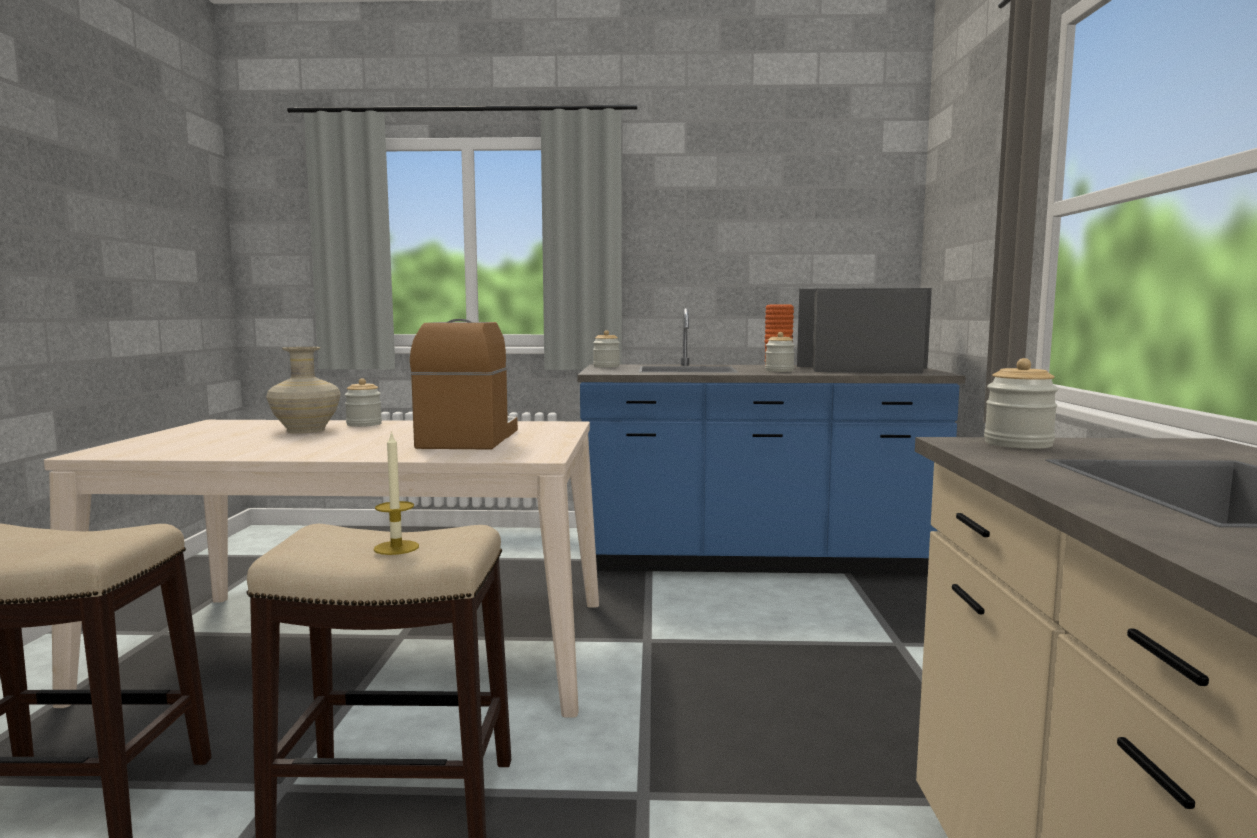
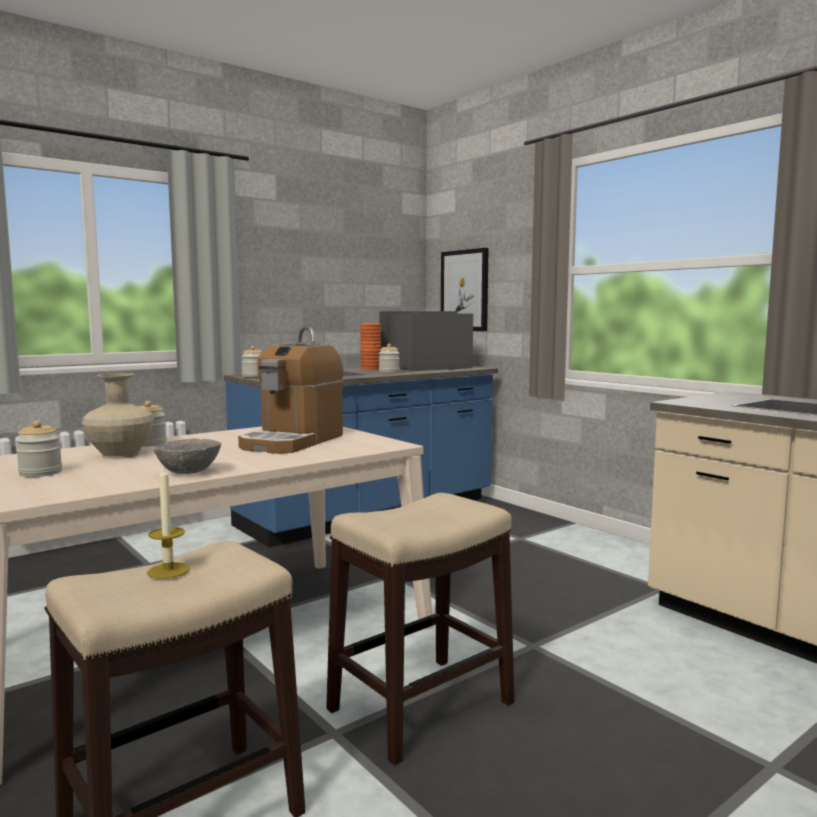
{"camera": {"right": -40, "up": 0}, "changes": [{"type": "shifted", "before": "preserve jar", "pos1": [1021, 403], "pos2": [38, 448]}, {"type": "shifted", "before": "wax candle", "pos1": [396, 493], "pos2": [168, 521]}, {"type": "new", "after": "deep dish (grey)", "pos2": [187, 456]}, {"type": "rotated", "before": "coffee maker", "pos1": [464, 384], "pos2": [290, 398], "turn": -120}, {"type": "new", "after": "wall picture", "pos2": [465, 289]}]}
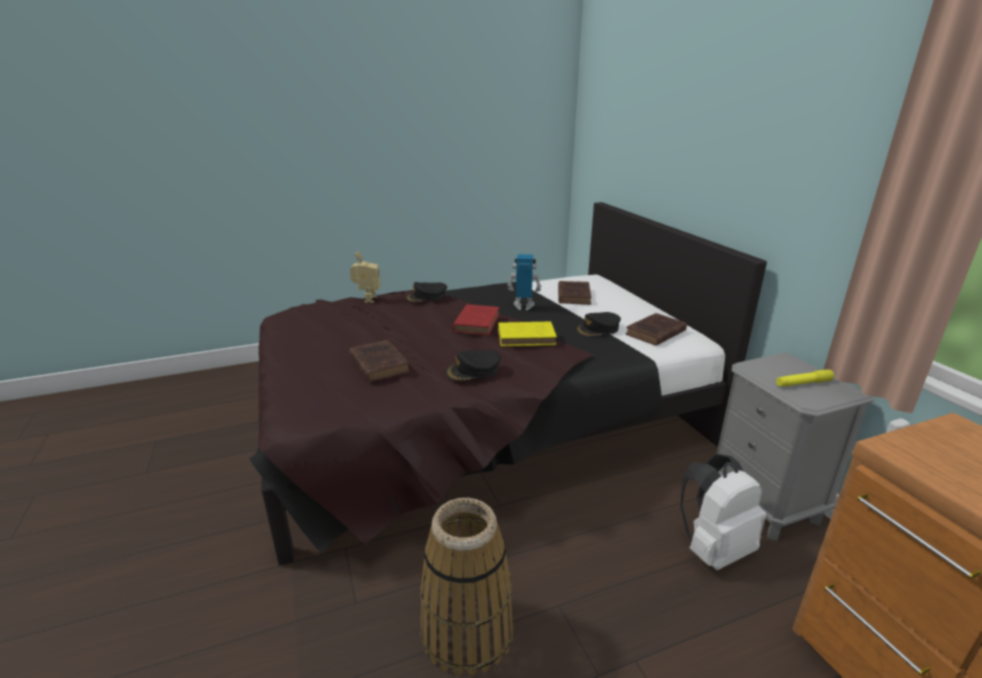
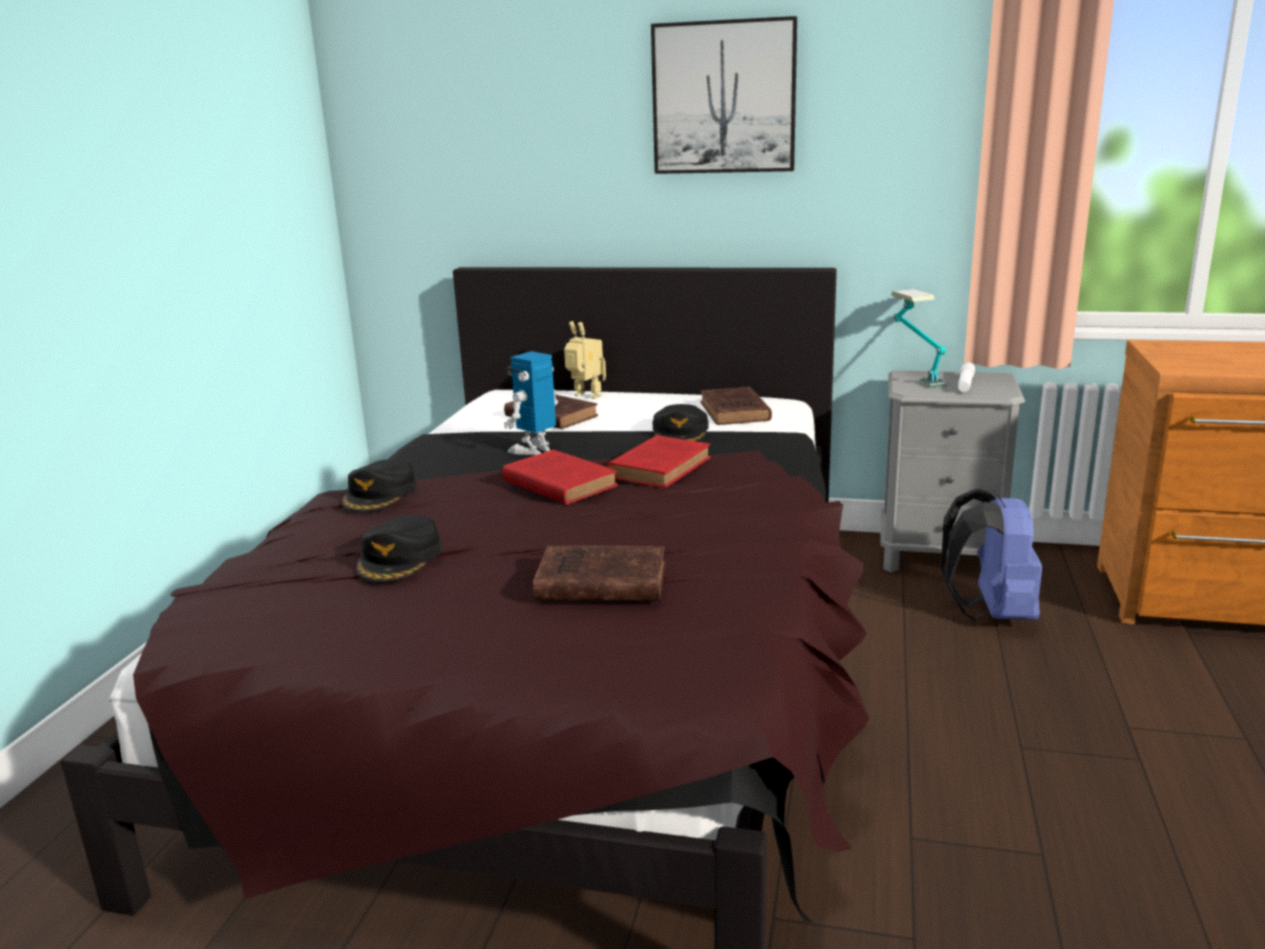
{"camera": {"right": -55, "up": -5}, "changes": [{"type": "shifted", "before": "peaked cap (black-coloured)", "pos1": [473, 365], "pos2": [399, 548]}, {"type": "shifted", "before": "toy robot", "pos1": [365, 277], "pos2": [585, 360]}, {"type": "repainted", "before": "volume (yellow)", "after": "volume (red-coloured)", "pos1": [527, 333], "pos2": [658, 461]}, {"type": "new", "after": "wall picture", "pos2": [724, 95]}, {"type": "new", "after": "lamp for a table", "pos2": [919, 338]}, {"type": "repainted", "before": "knapsack (white-coloured)", "after": "knapsack (bluish)", "pos1": [723, 512], "pos2": [991, 555]}, {"type": "repainted", "before": "hand torch (yellow)", "after": "hand torch (white-coloured)", "pos1": [805, 378], "pos2": [966, 377]}, {"type": "gone", "before": "household basket", "pos1": [467, 587]}]}
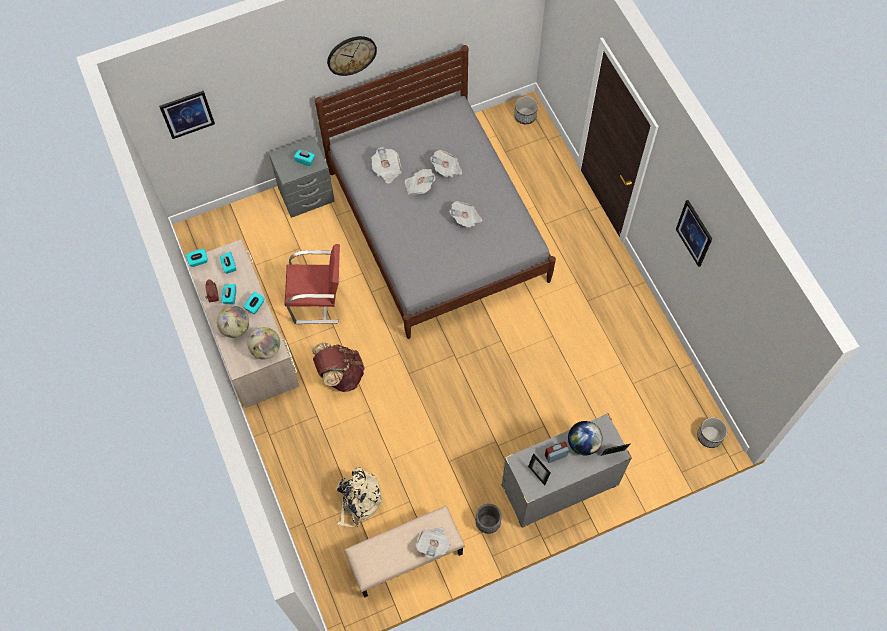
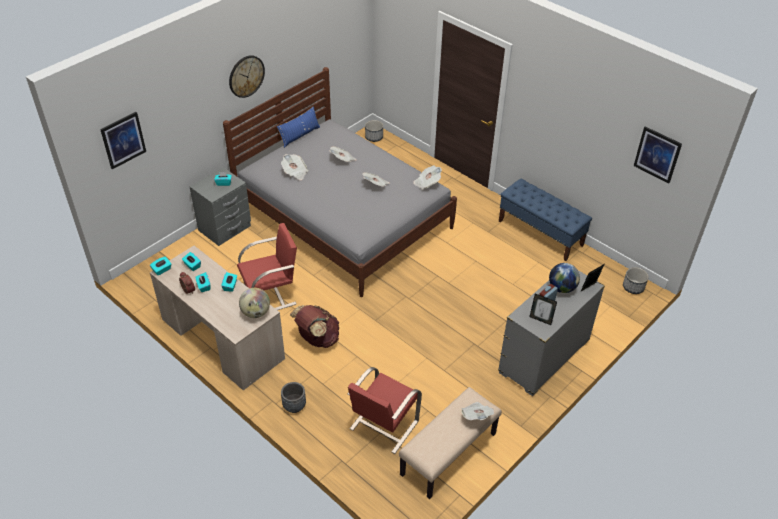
{"camera": {"right": -25, "up": -20}, "changes": [{"type": "new", "after": "cushion (bluish)", "pos2": [298, 127]}, {"type": "shifted", "before": "plant pot (grey)", "pos1": [489, 519], "pos2": [293, 397]}, {"type": "swapped", "before": "knapsack (sand-coloured)", "after": "plain chair (red-coloured)", "pos1": [360, 497], "pos2": [385, 410]}, {"type": "shifted", "before": "newspaper", "pos1": [419, 182], "pos2": [427, 177]}, {"type": "new", "after": "indoor bench (bluish)", "pos2": [545, 220]}, {"type": "shifted", "before": "wall picture", "pos1": [694, 233], "pos2": [658, 154]}, {"type": "gone", "before": "globe", "pos1": [233, 322]}]}
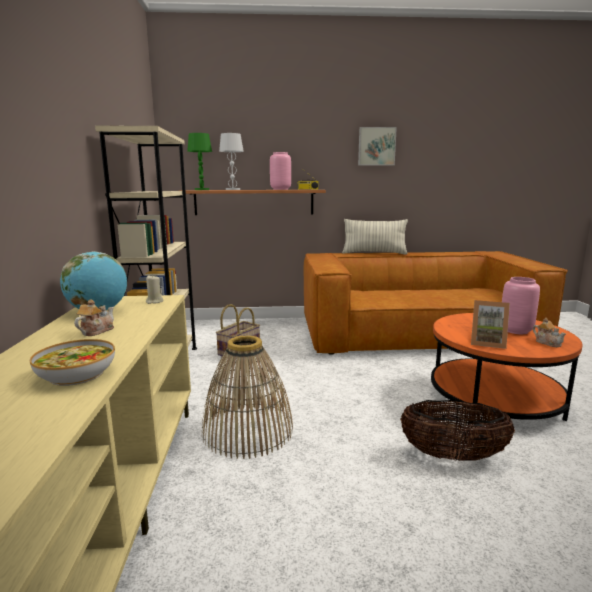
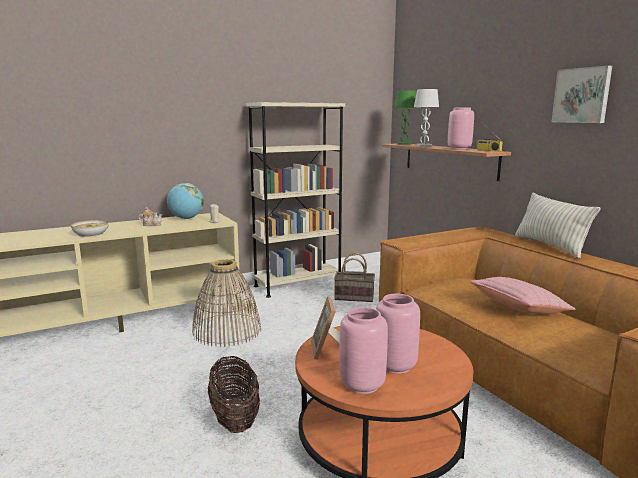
{"camera": {"right": 65, "up": 0}, "changes": [{"type": "swapped", "before": "tea pot", "after": "vase (pink-coloured)", "pos1": [549, 332], "pos2": [363, 350]}, {"type": "new", "after": "cushion (pink-coloured)", "pos2": [522, 295]}]}
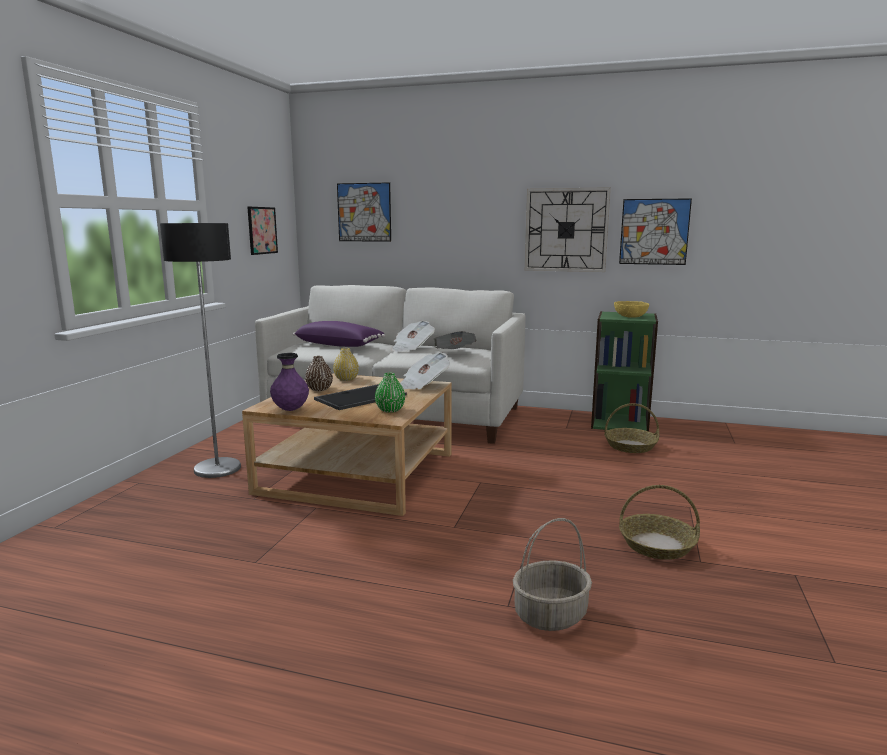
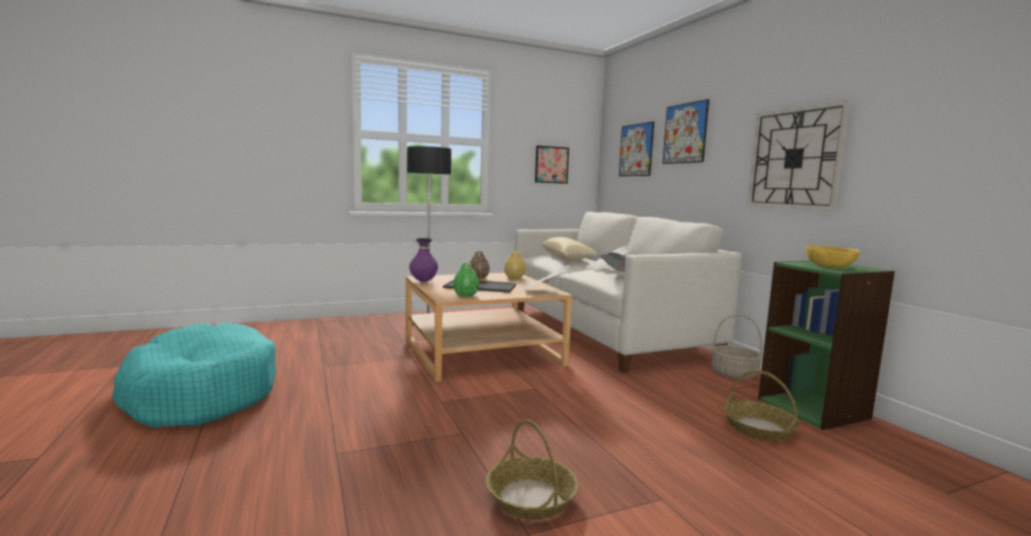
{"camera": {"right": 50, "up": -5}, "changes": [{"type": "new", "after": "pet bed (turquoise-coloured)", "pos2": [194, 375]}, {"type": "repainted", "before": "cushion (purple)", "after": "cushion (sand-coloured)", "pos1": [339, 334], "pos2": [570, 248]}, {"type": "shifted", "before": "wall picture", "pos1": [655, 231], "pos2": [686, 131]}, {"type": "shifted", "before": "household basket", "pos1": [552, 574], "pos2": [737, 346]}]}
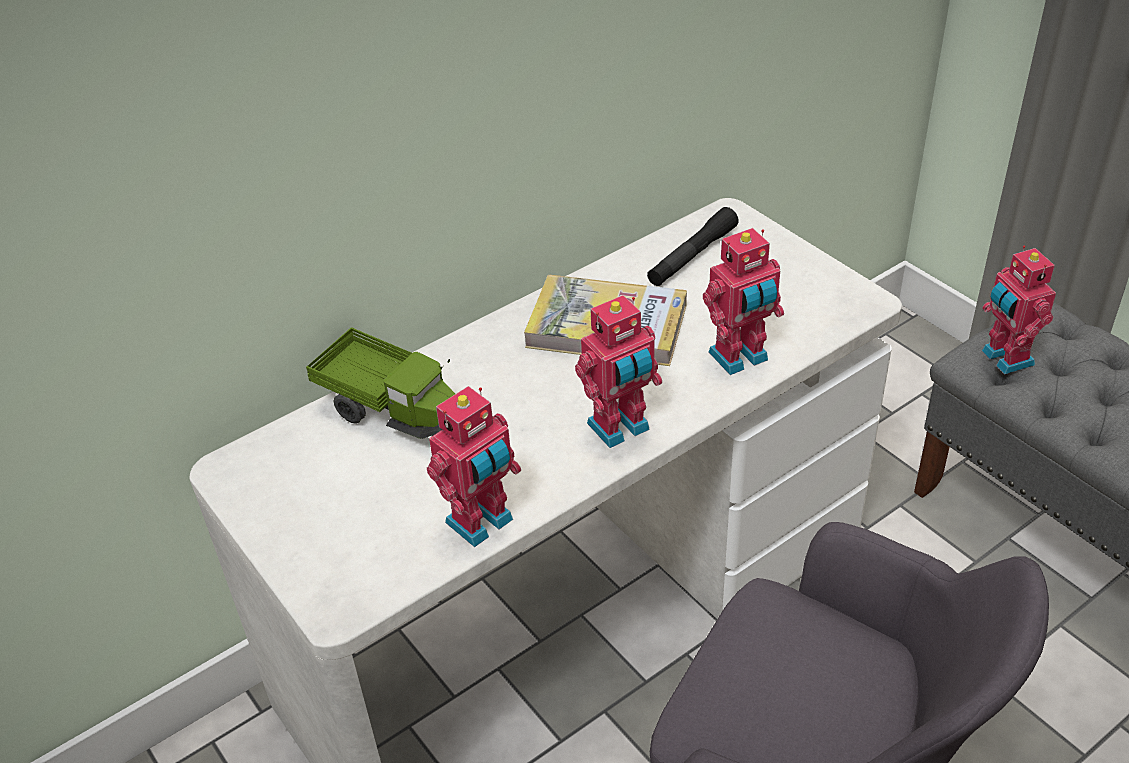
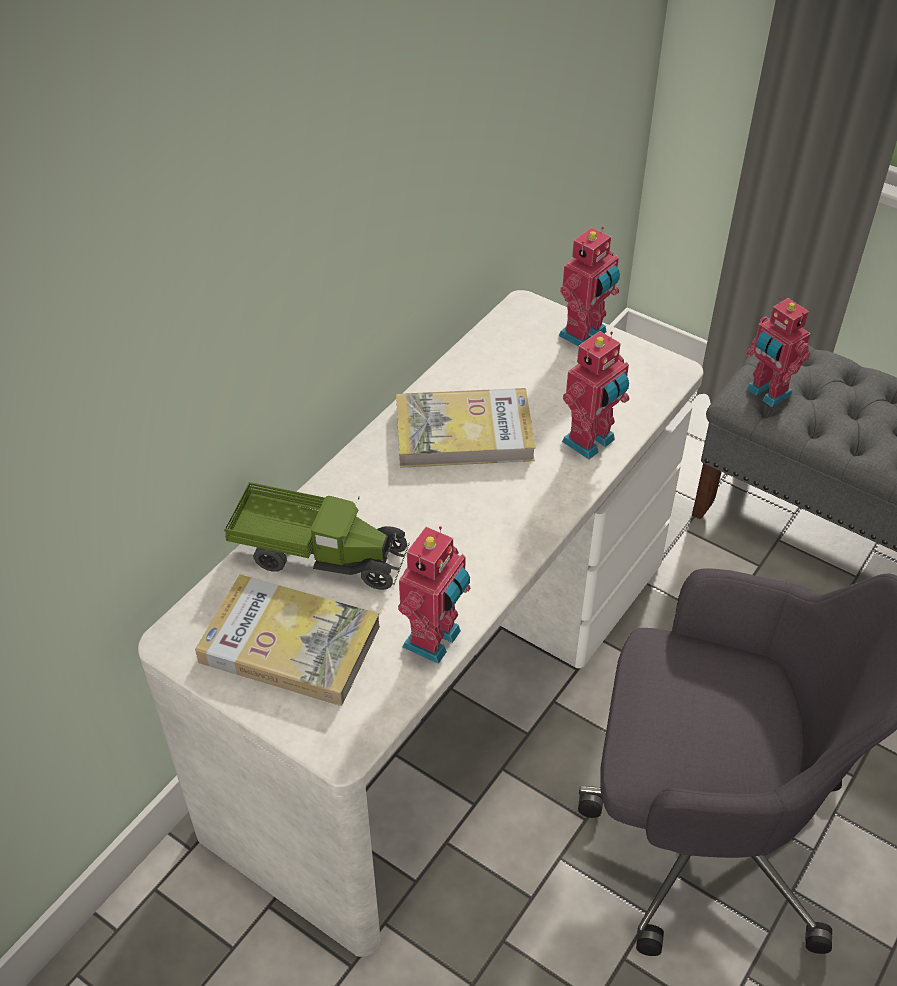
{"camera": {"right": -20, "up": 5}, "changes": [{"type": "new", "after": "volume", "pos2": [287, 640]}, {"type": "shifted", "before": "toy robot", "pos1": [618, 371], "pos2": [589, 286]}, {"type": "gone", "before": "hand torch (black-coloured)", "pos1": [693, 246]}]}
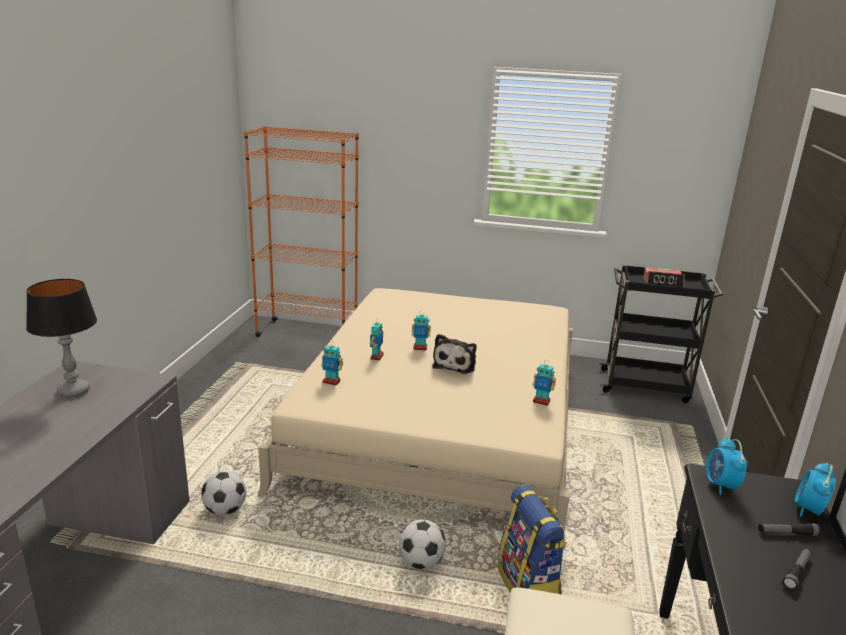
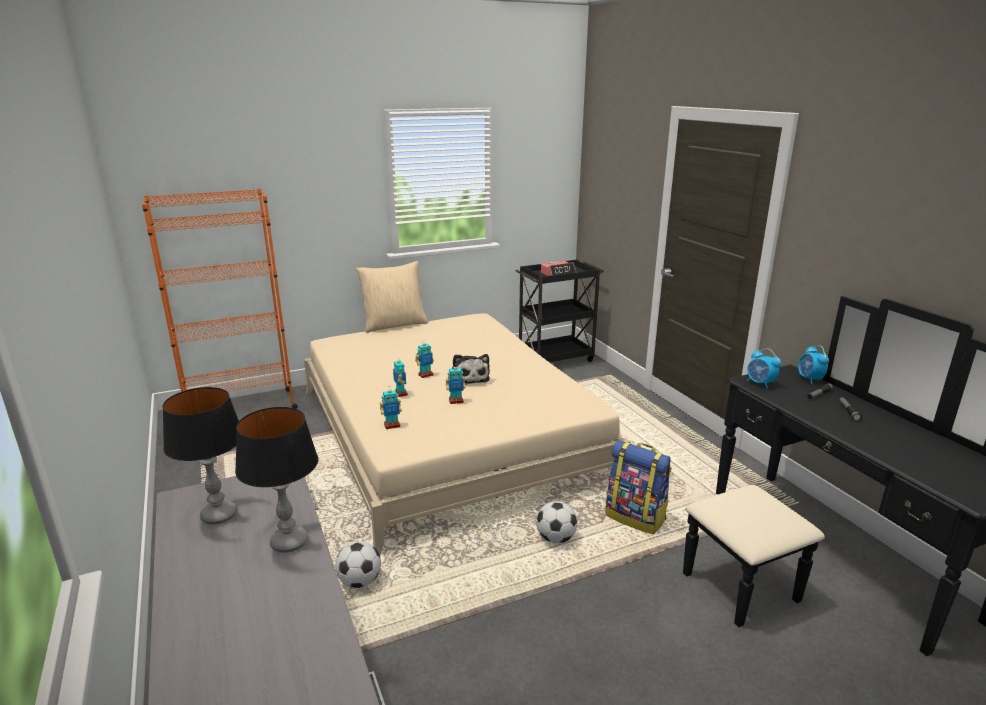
{"camera": {"right": -35, "up": 0}, "changes": [{"type": "new", "after": "lamp for a table", "pos2": [276, 480]}, {"type": "new", "after": "cushion (sand-coloured)", "pos2": [392, 297]}, {"type": "shifted", "before": "toy robot", "pos1": [544, 384], "pos2": [456, 384]}]}
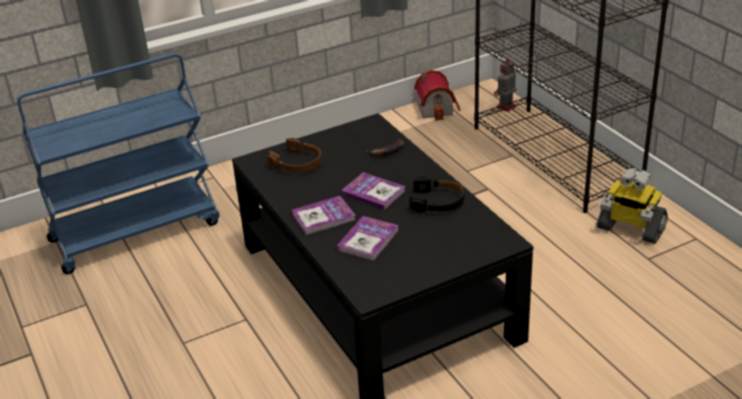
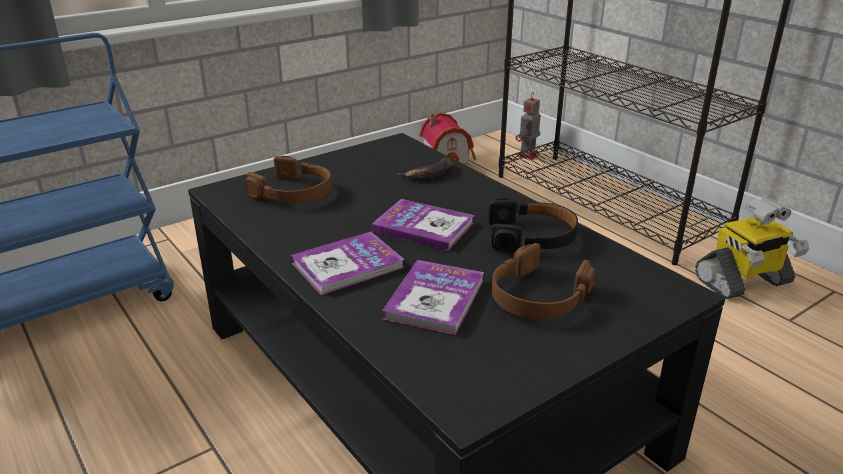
{"camera": {"right": -10, "up": -5}, "changes": [{"type": "new", "after": "headset (brownish)", "pos2": [544, 281]}, {"type": "rotated", "before": "toy robot", "pos1": [632, 206], "pos2": [752, 248], "turn": -45}]}
